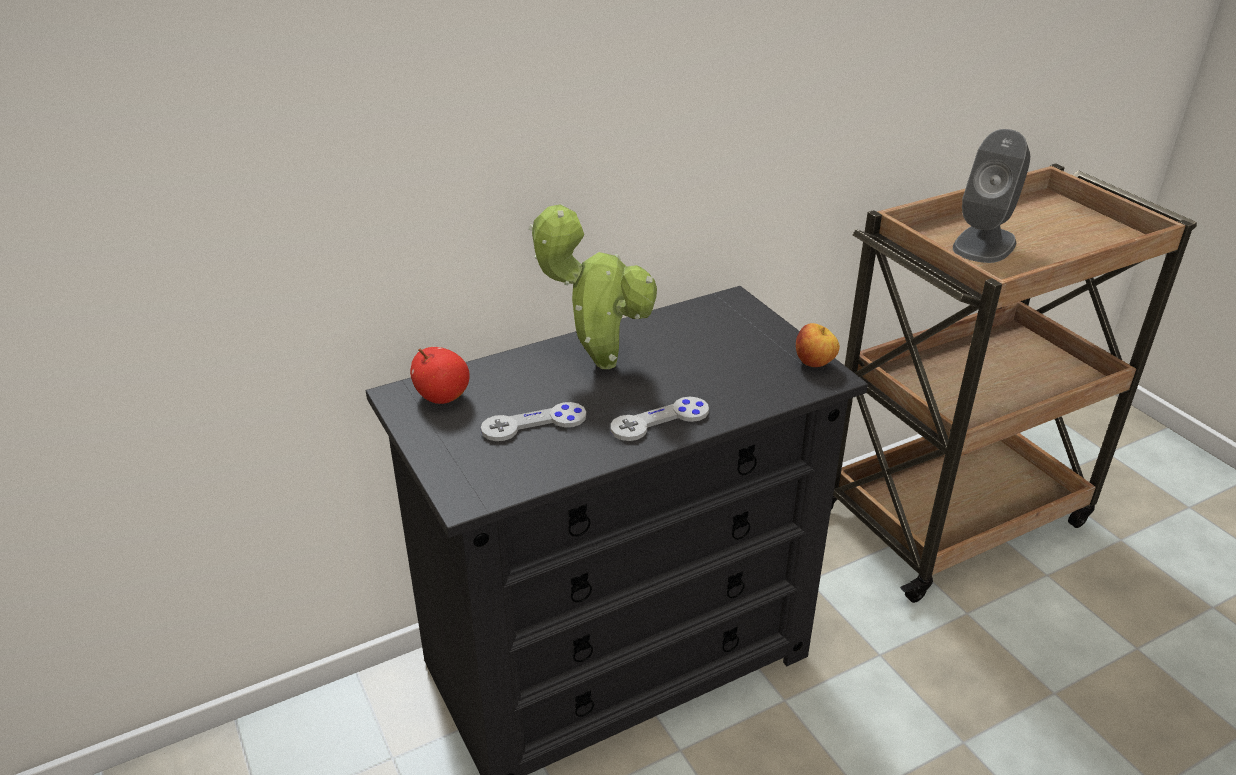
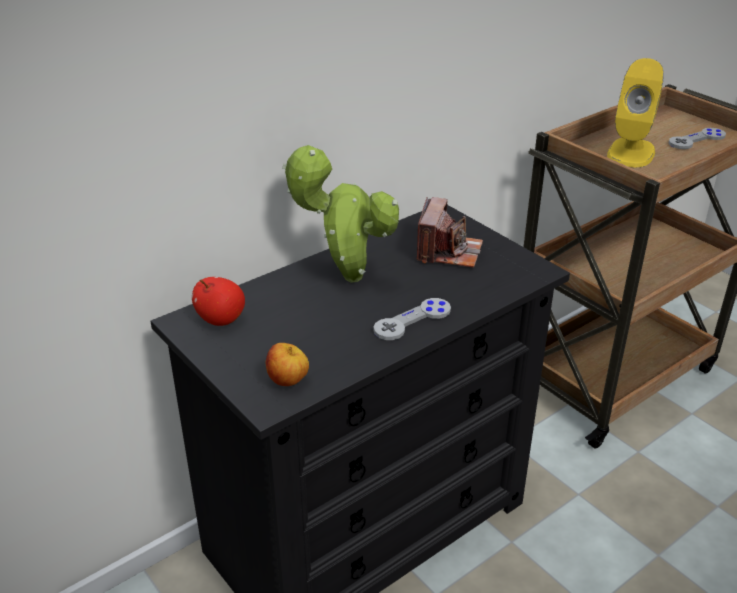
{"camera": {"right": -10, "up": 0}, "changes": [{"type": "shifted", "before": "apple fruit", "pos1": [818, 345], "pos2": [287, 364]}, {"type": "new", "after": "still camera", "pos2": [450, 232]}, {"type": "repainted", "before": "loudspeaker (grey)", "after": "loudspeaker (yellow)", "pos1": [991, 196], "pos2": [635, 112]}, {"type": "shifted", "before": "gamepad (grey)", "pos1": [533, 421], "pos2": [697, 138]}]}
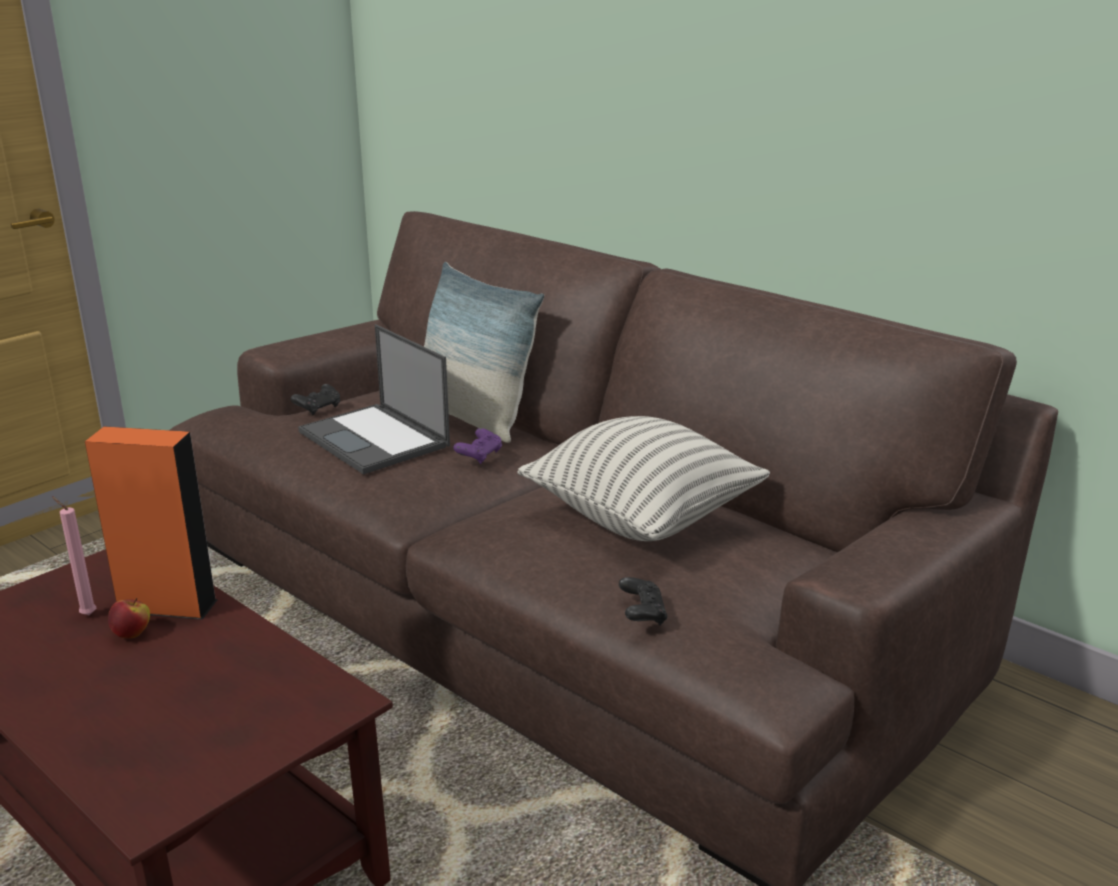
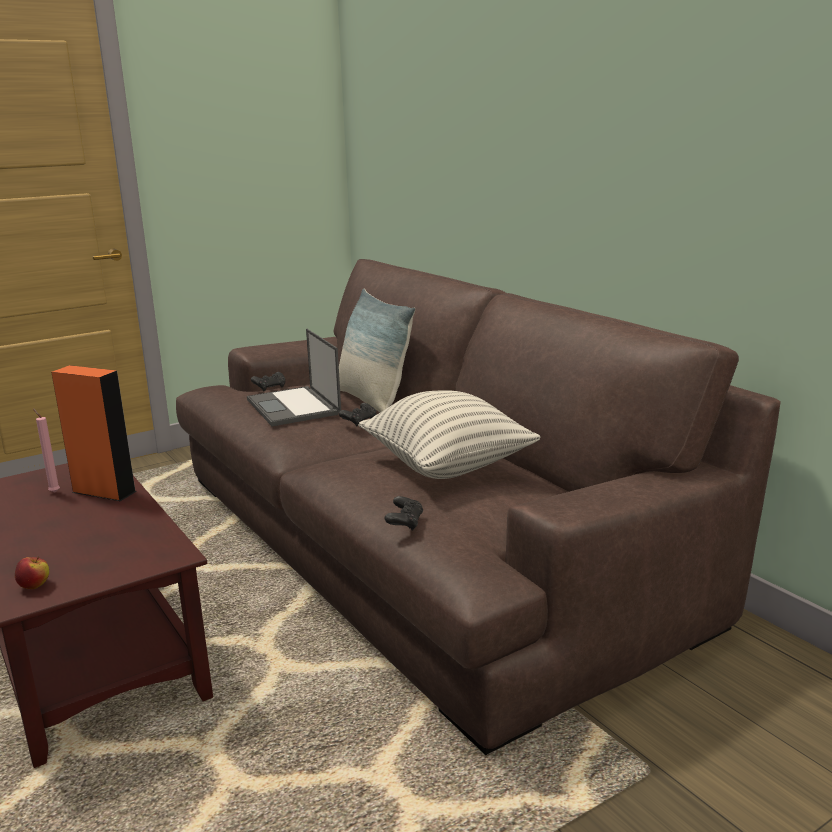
{"camera": {"right": 15, "up": -5}, "changes": [{"type": "shifted", "before": "apple fruit", "pos1": [129, 618], "pos2": [32, 573]}, {"type": "repainted", "before": "gamepad (purple)", "after": "gamepad (black-coloured)", "pos1": [477, 446], "pos2": [357, 415]}]}
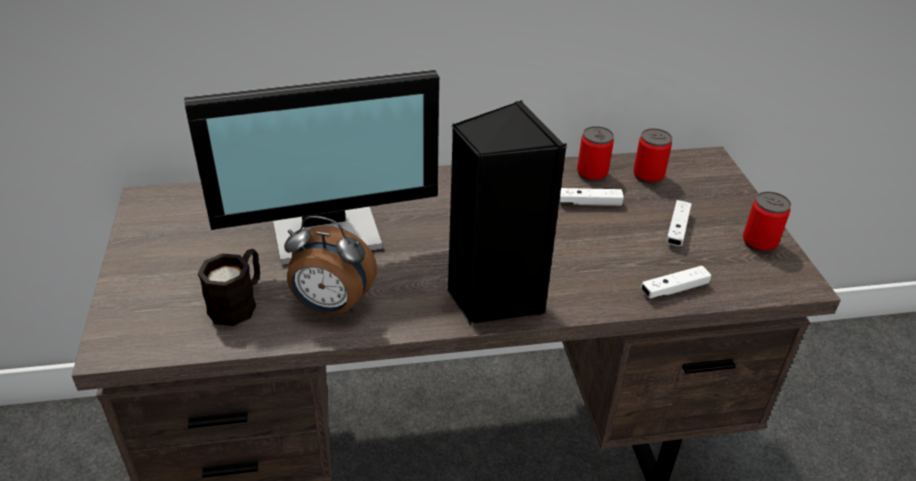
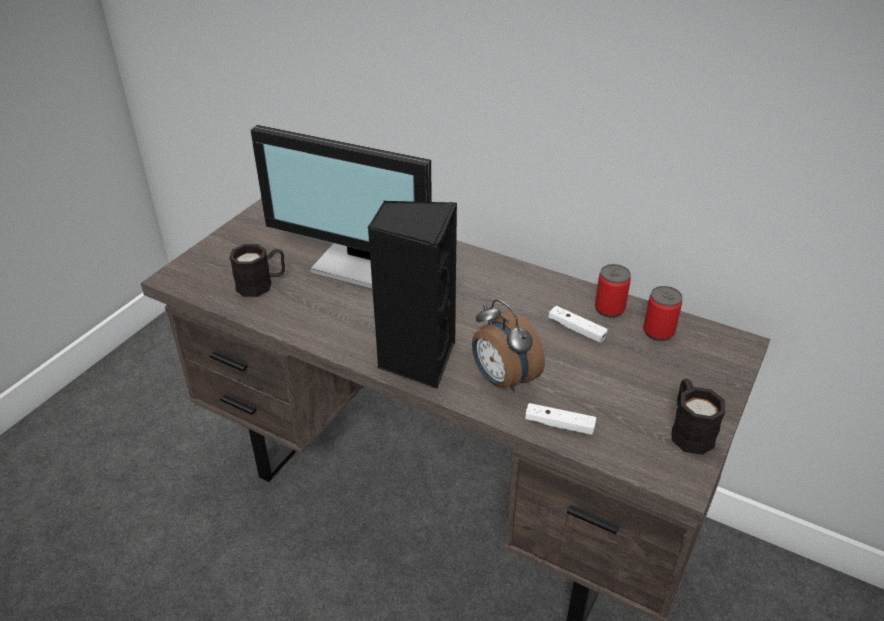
{"camera": {"right": 40, "up": 0}, "changes": [{"type": "shifted", "before": "bedside clock", "pos1": [330, 265], "pos2": [508, 346]}, {"type": "swapped", "before": "can", "after": "mug (black-coloured)", "pos1": [767, 222], "pos2": [699, 417]}, {"type": "gone", "before": "gamepad (white-coloured)", "pos1": [679, 223]}]}
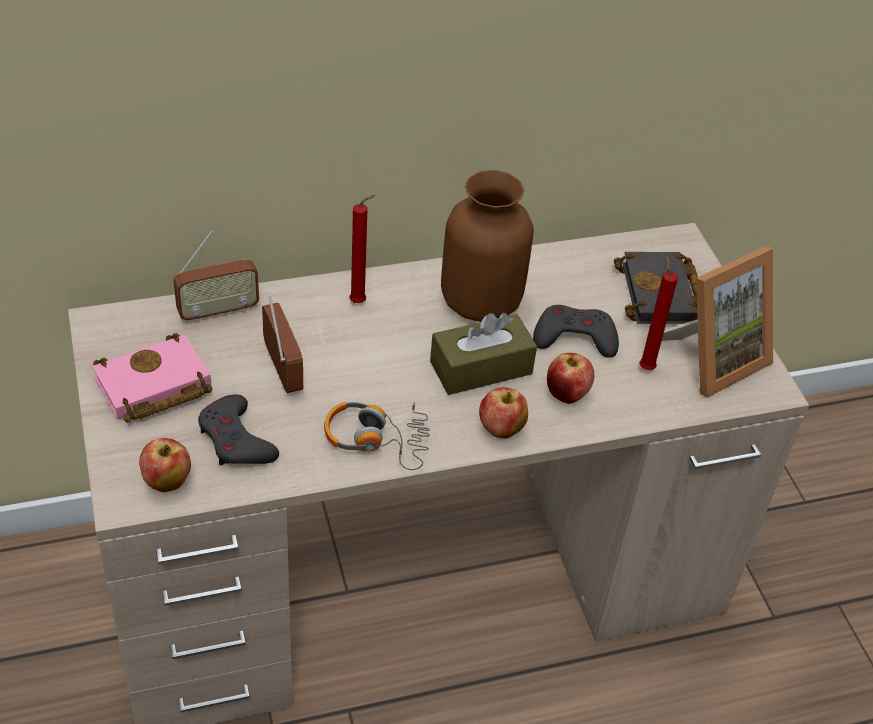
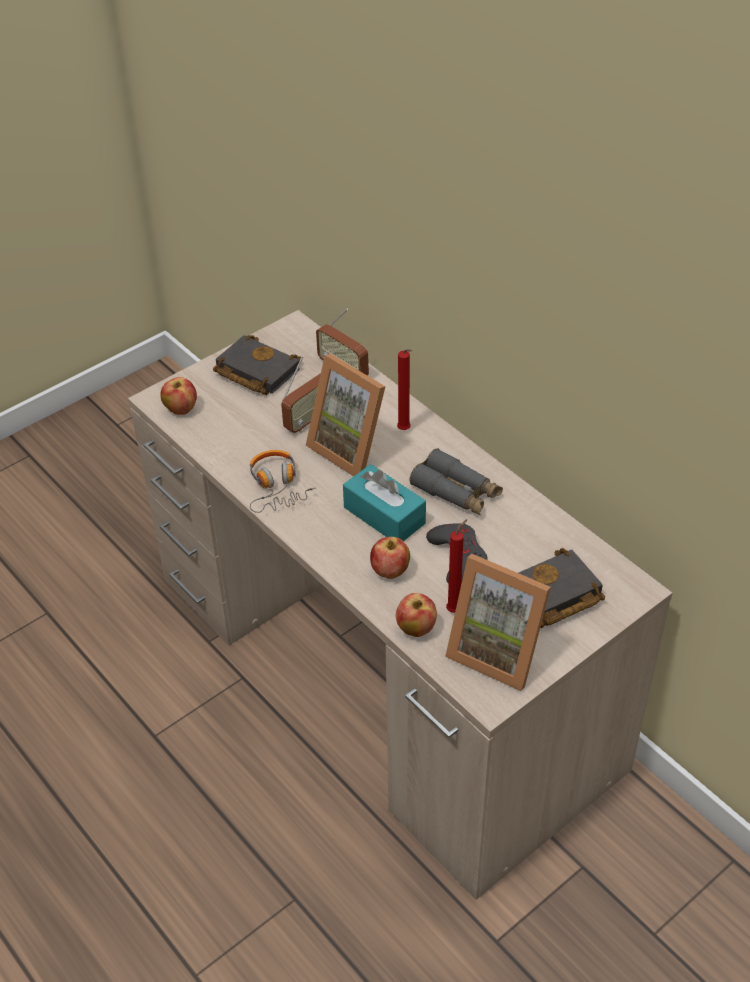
{"camera": {"right": 70, "up": 0}, "changes": [{"type": "repainted", "before": "volume (pink-coloured)", "after": "volume (black-coloured)", "pos1": [152, 377], "pos2": [257, 365]}, {"type": "new", "after": "photo frame", "pos2": [345, 415]}, {"type": "repainted", "before": "box of tissues (brownish)", "after": "box of tissues (turquoise-coloured)", "pos1": [483, 354], "pos2": [384, 502]}, {"type": "shifted", "before": "apple fruit", "pos1": [503, 412], "pos2": [416, 615]}, {"type": "swapped", "before": "vase (brownish)", "after": "binoculars (grey)", "pos1": [487, 246], "pos2": [456, 482]}, {"type": "gone", "before": "gamepad (grey)", "pos1": [238, 429]}]}
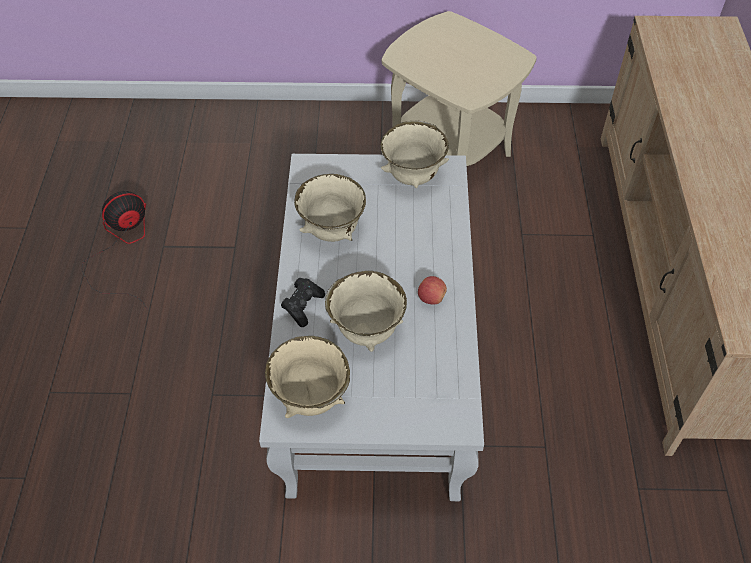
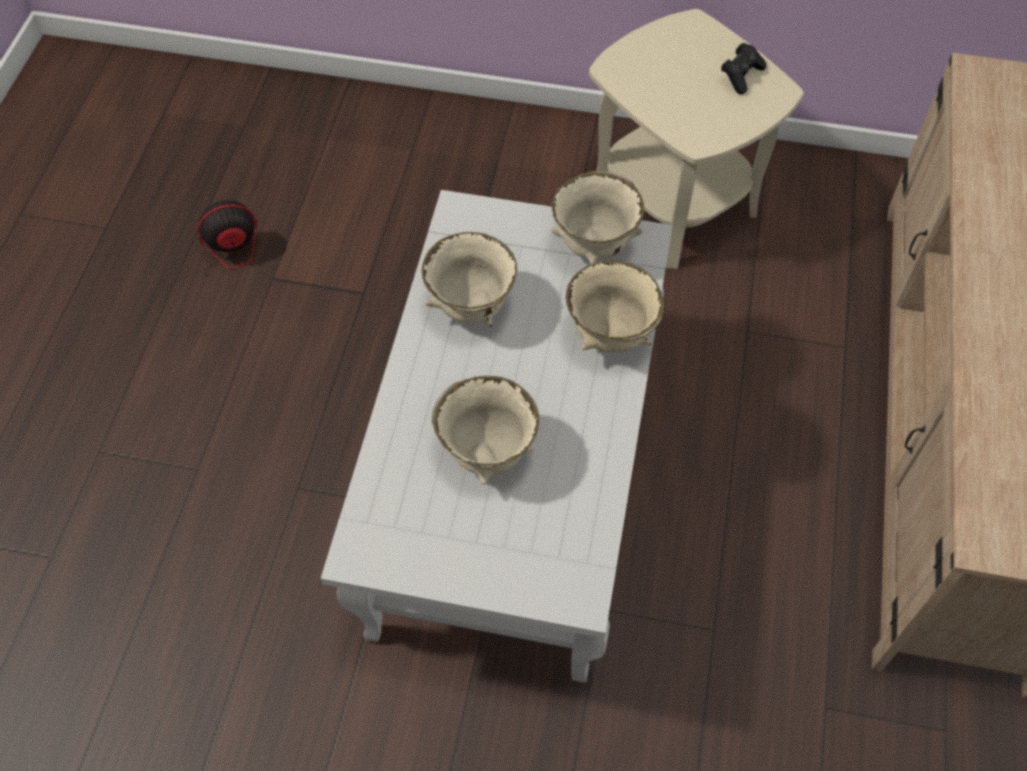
{"camera": {"right": 10, "up": 5}, "changes": [{"type": "shifted", "before": "deep dish (sand-coloured)", "pos1": [307, 377], "pos2": [615, 306]}, {"type": "shifted", "before": "gamepad (black-coloured)", "pos1": [303, 302], "pos2": [743, 68]}, {"type": "gone", "before": "apple fruit", "pos1": [432, 290]}]}
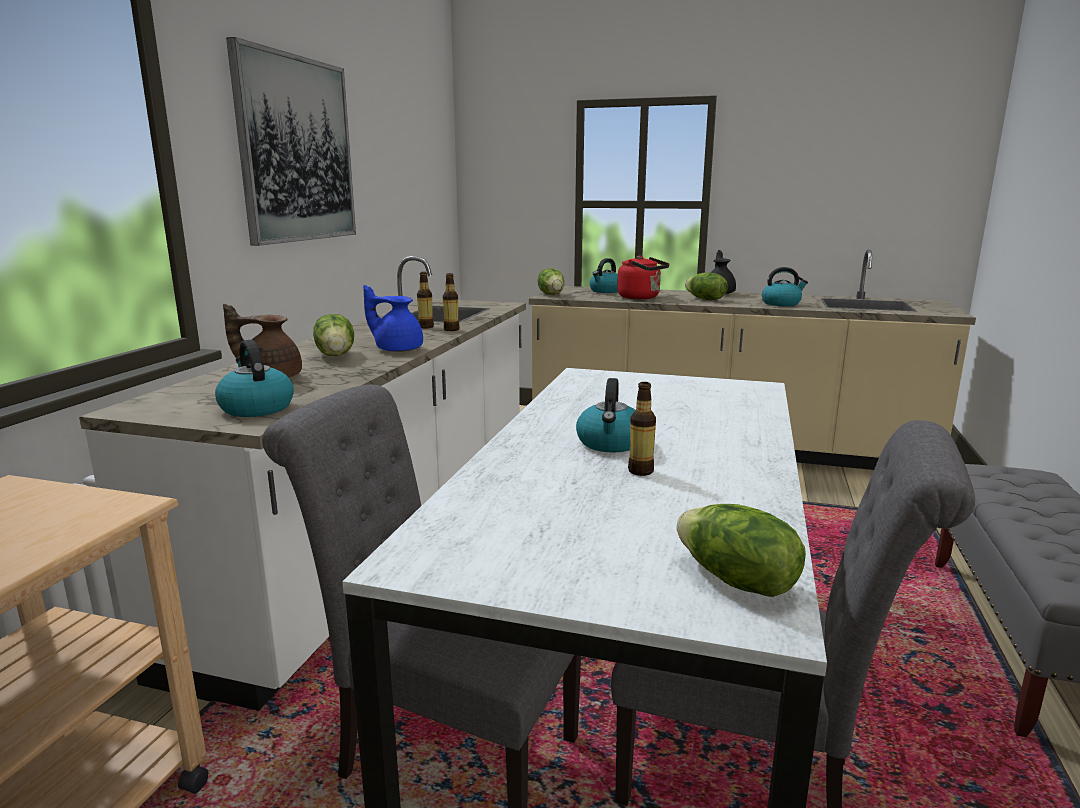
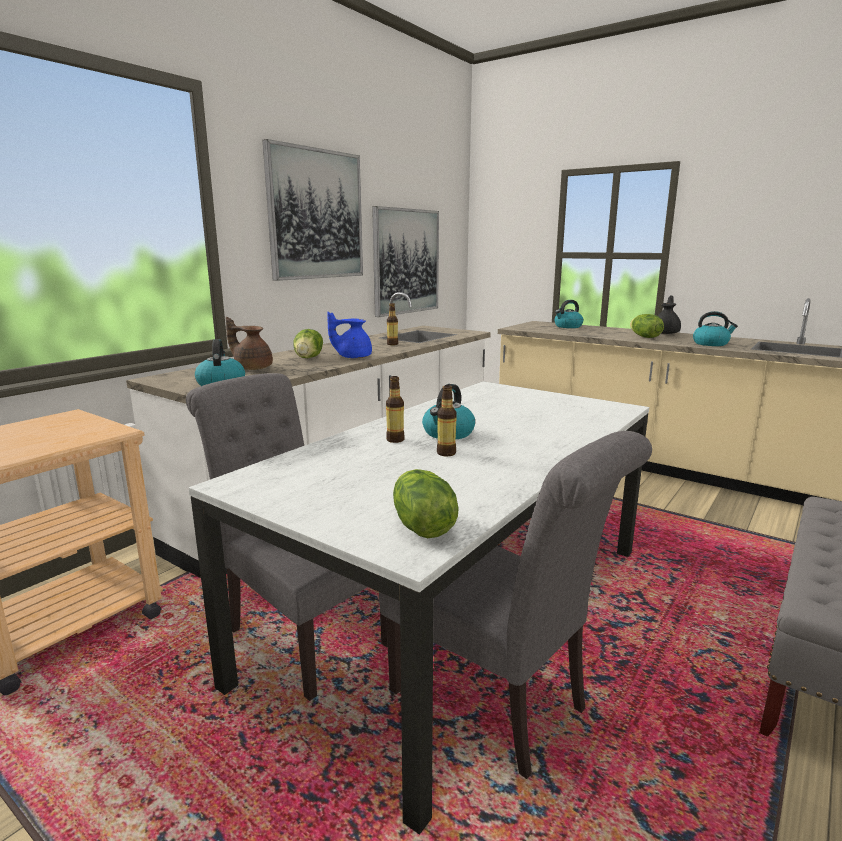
{"camera": {"right": 20, "up": 0}, "changes": [{"type": "rotated", "before": "tea pot (bluish)", "pos1": [393, 318], "pos2": [349, 335], "turn": -45}, {"type": "new", "after": "wall picture", "pos2": [405, 261]}, {"type": "shifted", "before": "drink bottle", "pos1": [451, 302], "pos2": [395, 409]}, {"type": "gone", "before": "lettuce head", "pos1": [551, 281]}, {"type": "gone", "before": "kettle (red-coloured)", "pos1": [643, 277]}]}
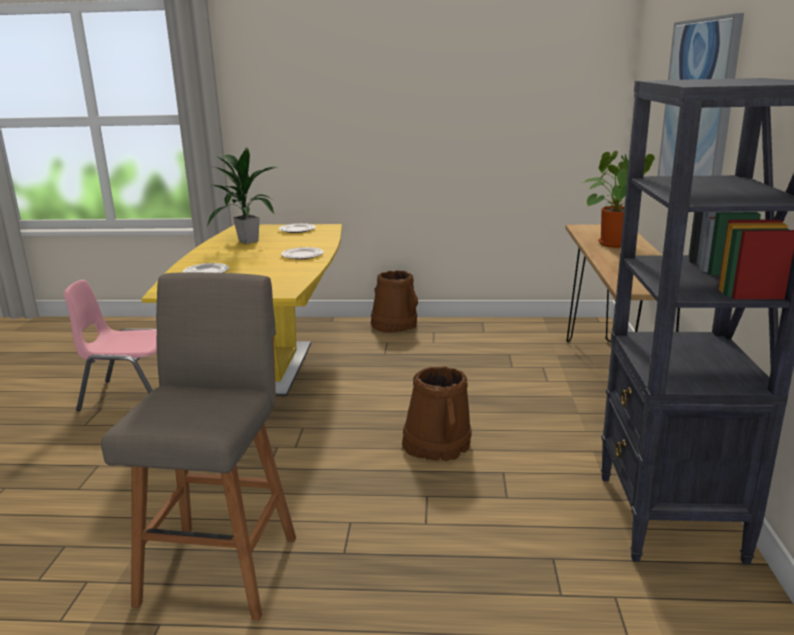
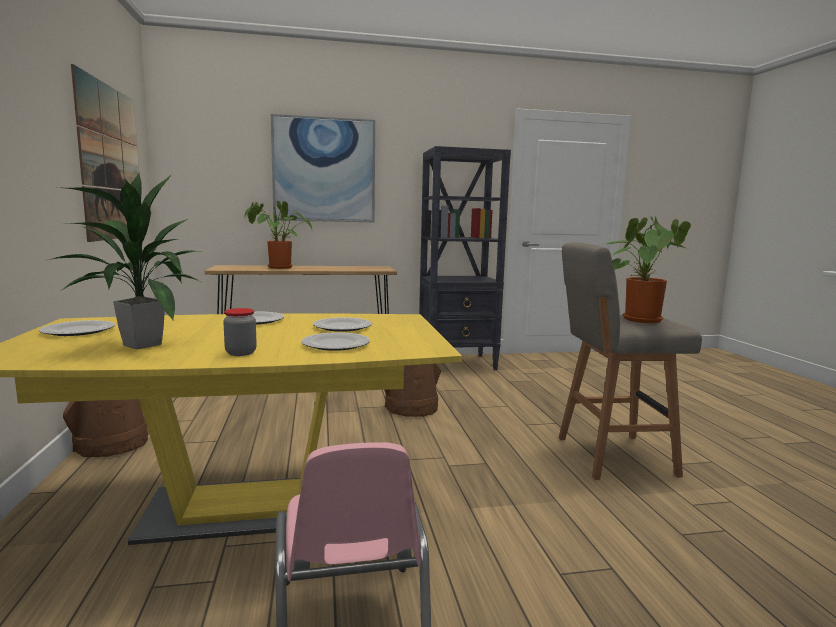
{"camera": {"right": -105, "up": -10}, "changes": [{"type": "new", "after": "wall picture", "pos2": [105, 153]}, {"type": "new", "after": "preserve jar", "pos2": [240, 332]}, {"type": "new", "after": "dinner plate", "pos2": [342, 324]}, {"type": "new", "after": "potted plant", "pos2": [648, 269]}]}
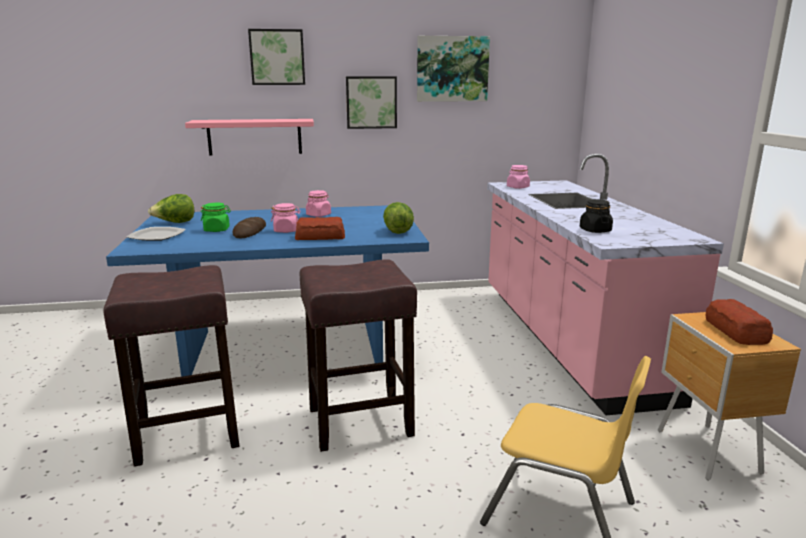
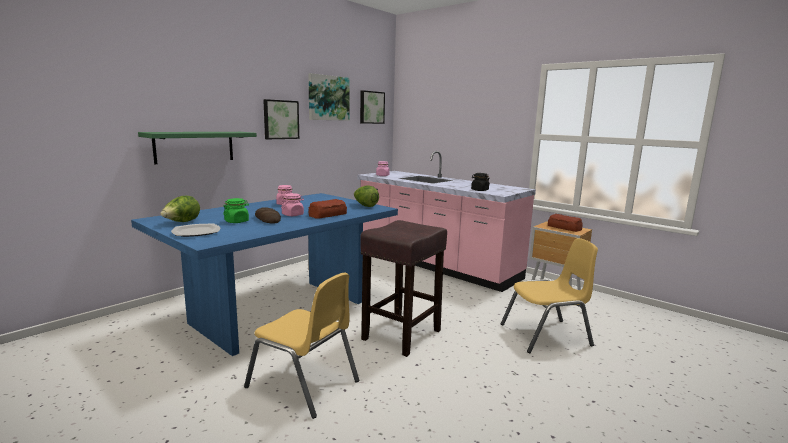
{"camera": {"right": -40, "up": -5}, "changes": [{"type": "repainted", "before": "bracket shelf (pink-coloured)", "after": "bracket shelf (green)", "pos1": [249, 137], "pos2": [197, 148]}, {"type": "swapped", "before": "stool seat (brownish)", "after": "plain chair (yellow)", "pos1": [171, 366], "pos2": [301, 346]}, {"type": "shifted", "before": "wall picture", "pos1": [276, 57], "pos2": [372, 107]}]}
